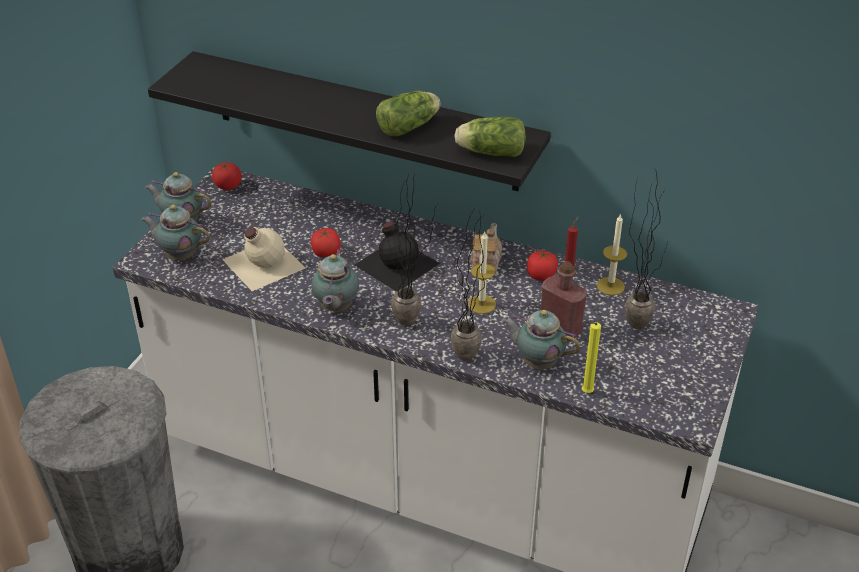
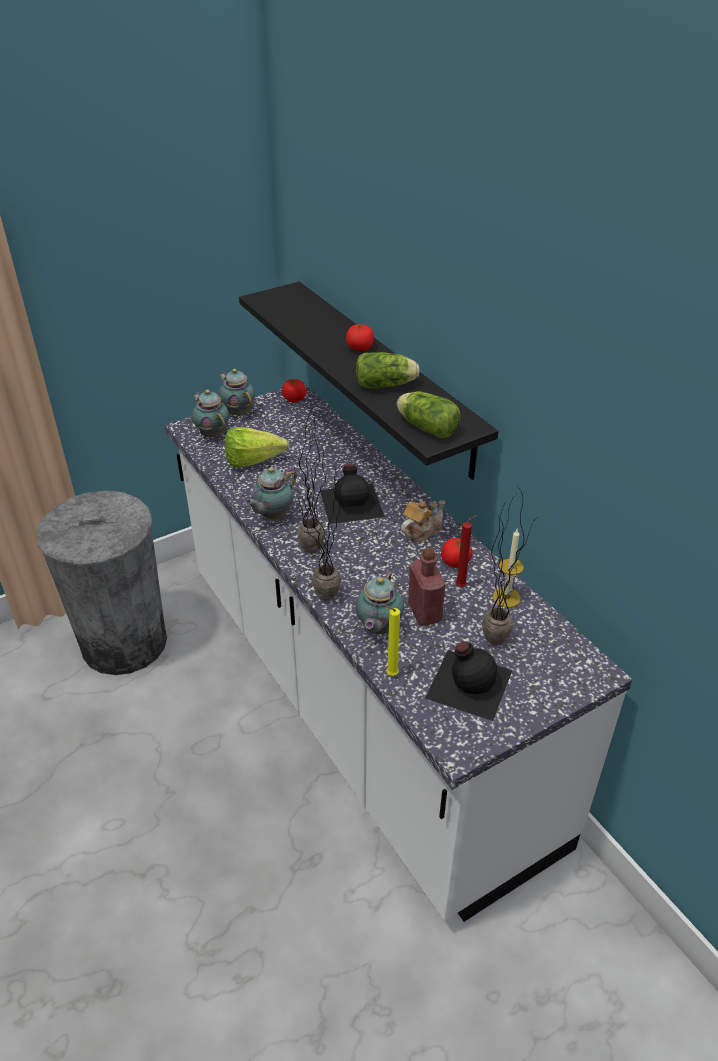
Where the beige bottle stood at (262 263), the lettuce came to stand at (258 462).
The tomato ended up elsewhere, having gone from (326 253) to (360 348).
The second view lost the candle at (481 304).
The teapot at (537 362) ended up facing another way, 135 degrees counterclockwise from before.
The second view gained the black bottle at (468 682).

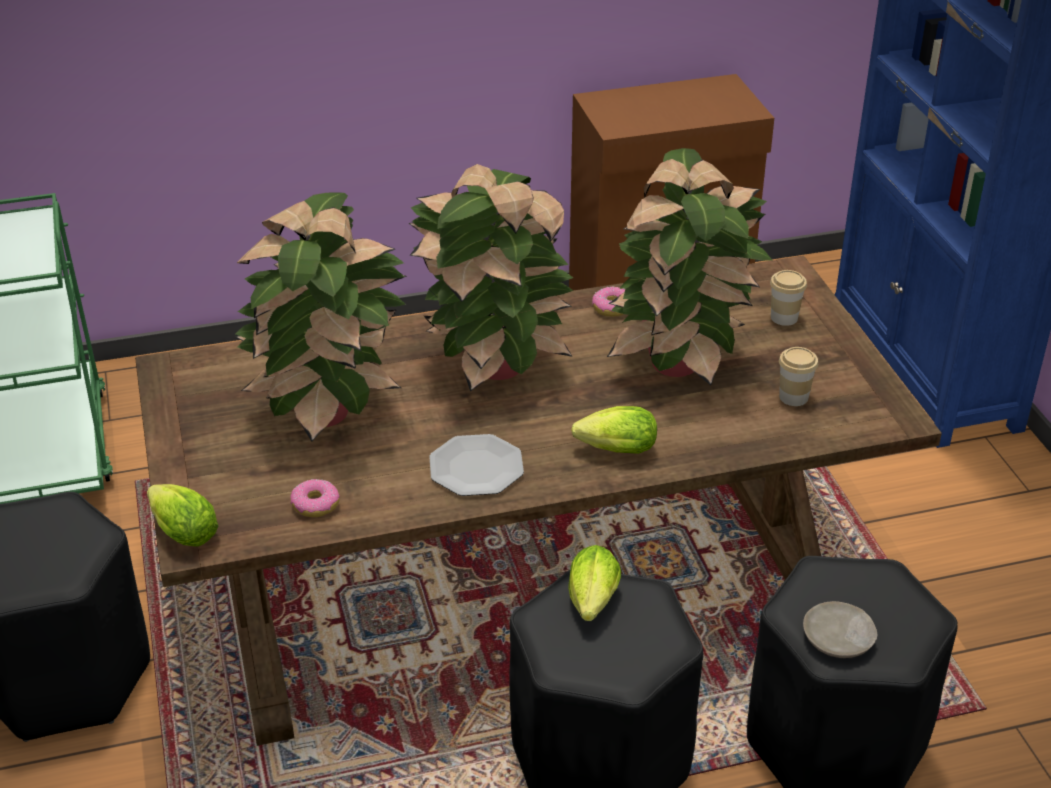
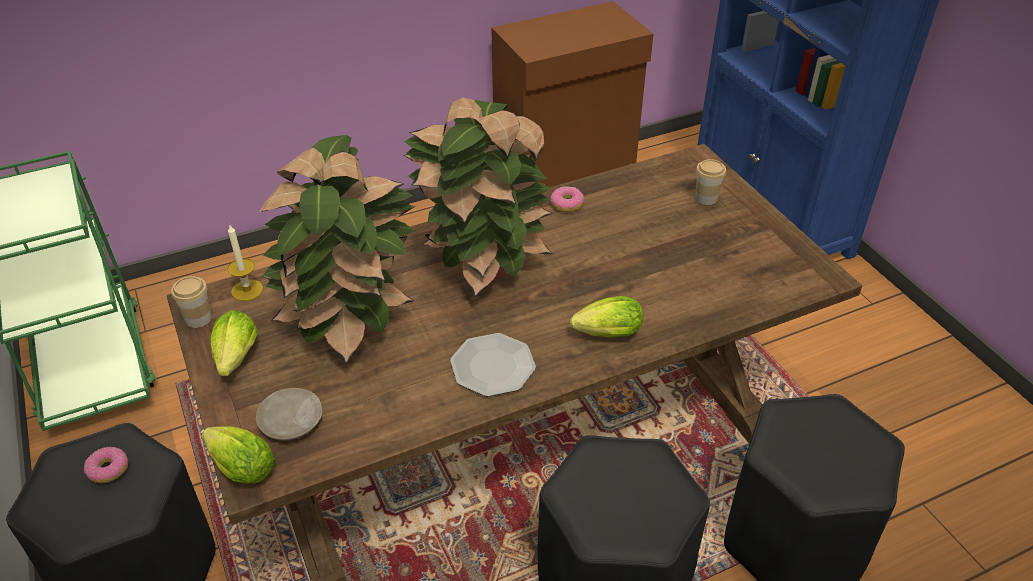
The donut ended up elsewhere, having gone from (315 505) to (108 470).
The lettuce ended up elsewhere, having gone from (592 605) to (236 361).
The second view lost the potted plant at (680 361).
The cup ended up elsewhere, having gone from (793 397) to (198 319).
The beige plate ended up elsewhere, having gone from (838 639) to (291 422).
The second view gained the candle at (247 290).

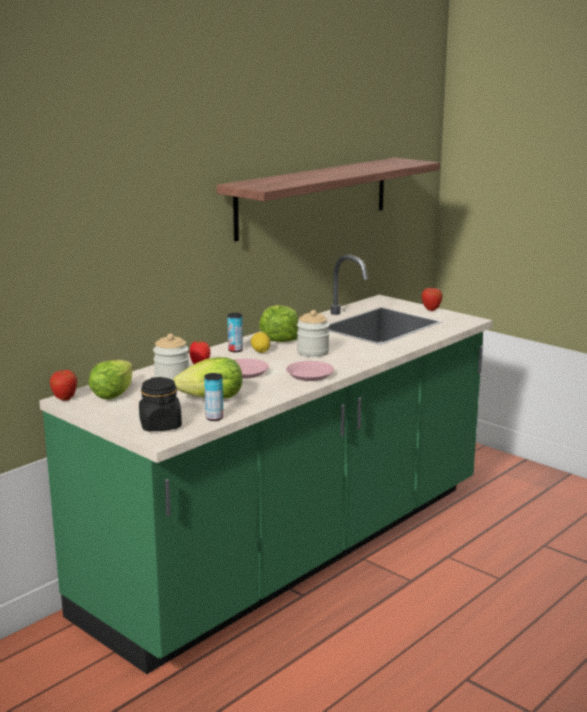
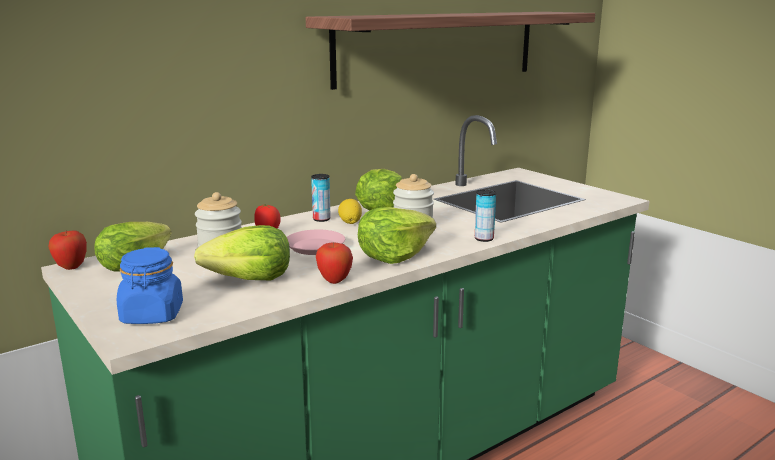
What was the black jar at (160 425) turned into the blue jar at (152 315).
The can ended up elsewhere, having gone from (214 418) to (484 239).
Where the pink plate stood at (309 375), the lettuce came to stand at (394 255).
The apple ended up elsewhere, having gone from (431 309) to (334 281).

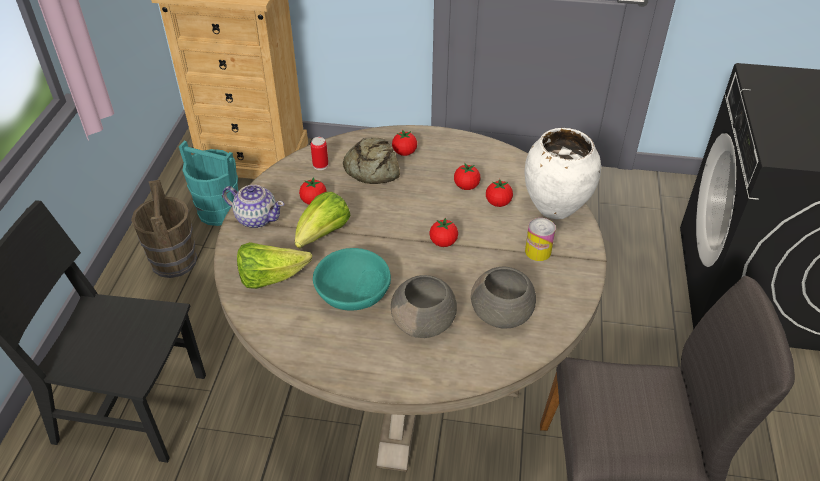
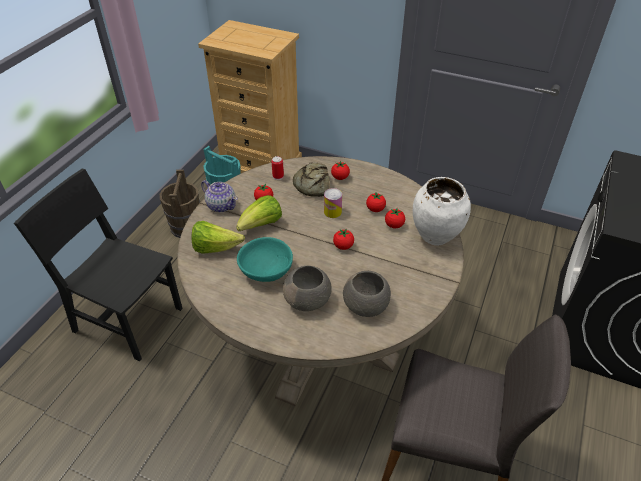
The can ended up elsewhere, having gone from (538 251) to (332 212).

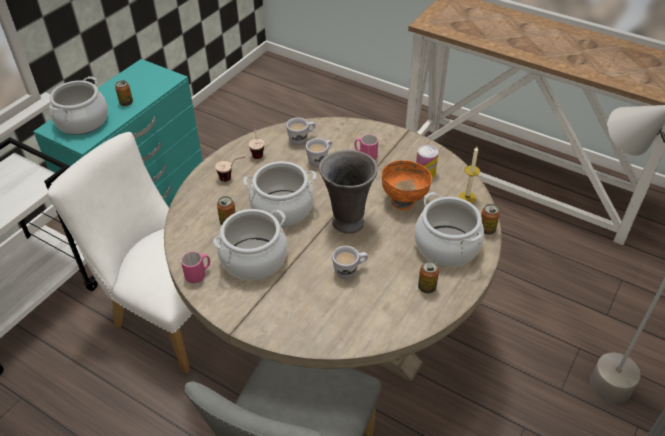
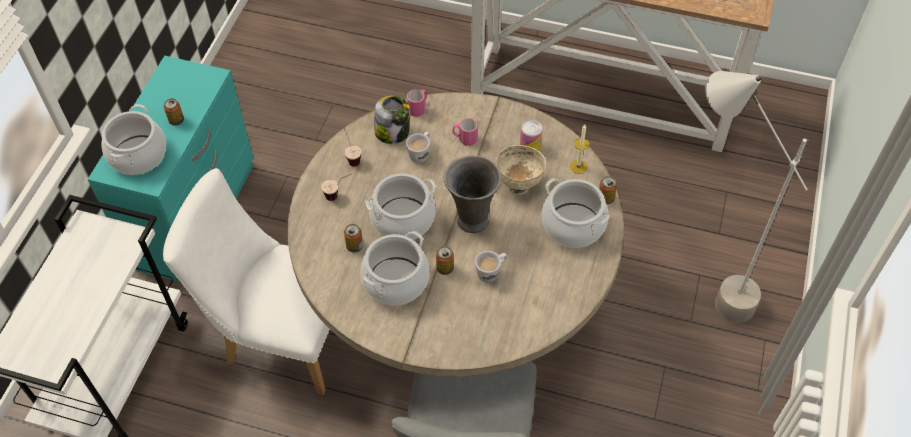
The pink mug ended up elsewhere, having gone from (198 274) to (418 108).
Where the white mug stood at (302 139), the jar came to stand at (393 132).
What was the orange bowl at (404 201) turned into the beige bowl at (519 184).
The can ended up elsewhere, having gone from (427 287) to (445 268).

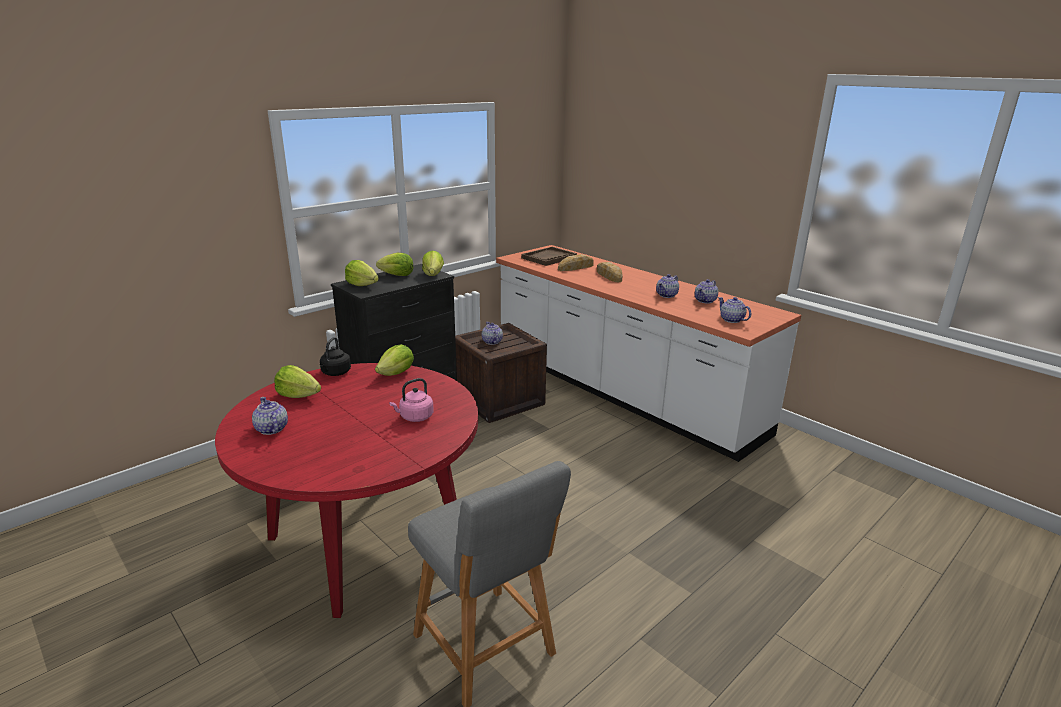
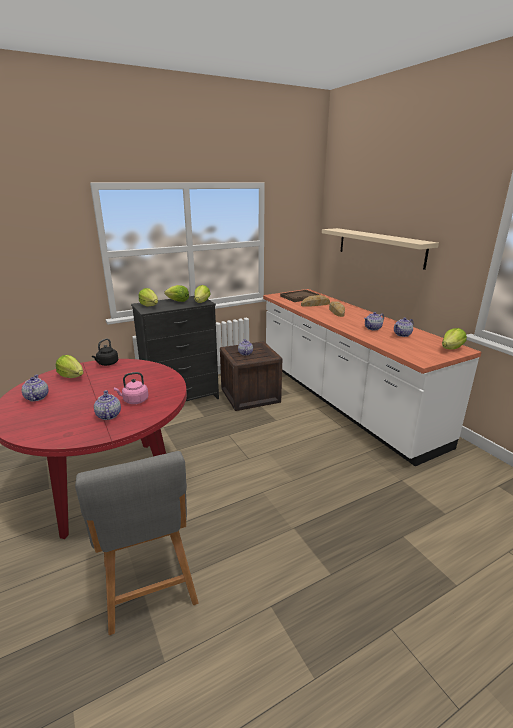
The lettuce ended up elsewhere, having gone from (397 373) to (451 348).
The teapot ended up elsewhere, having gone from (732 320) to (108 415).
The second view gained the beige shelf at (379 247).

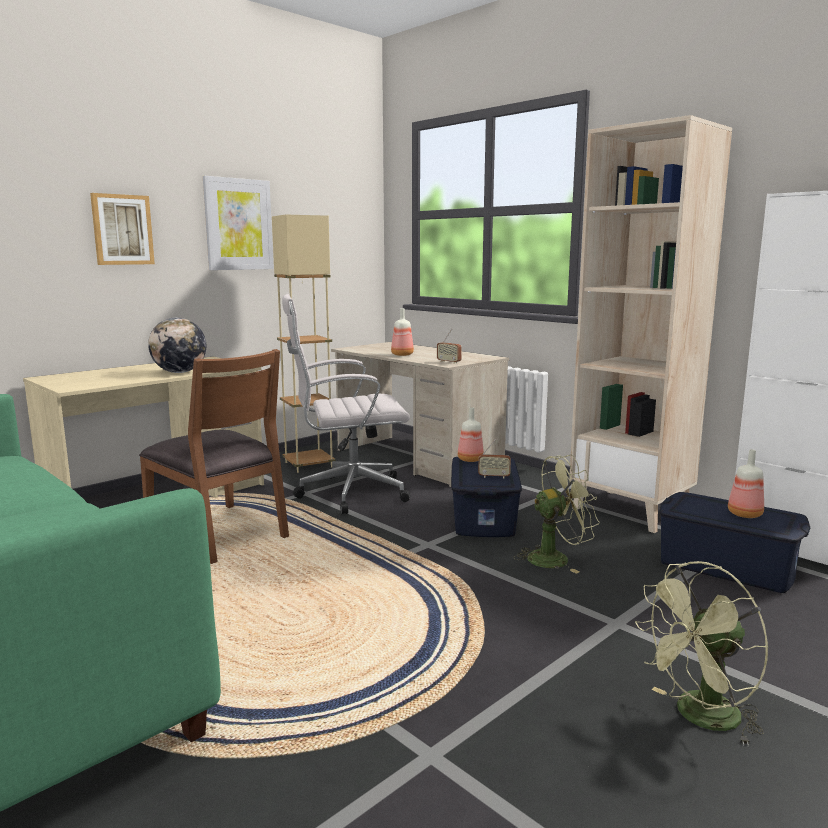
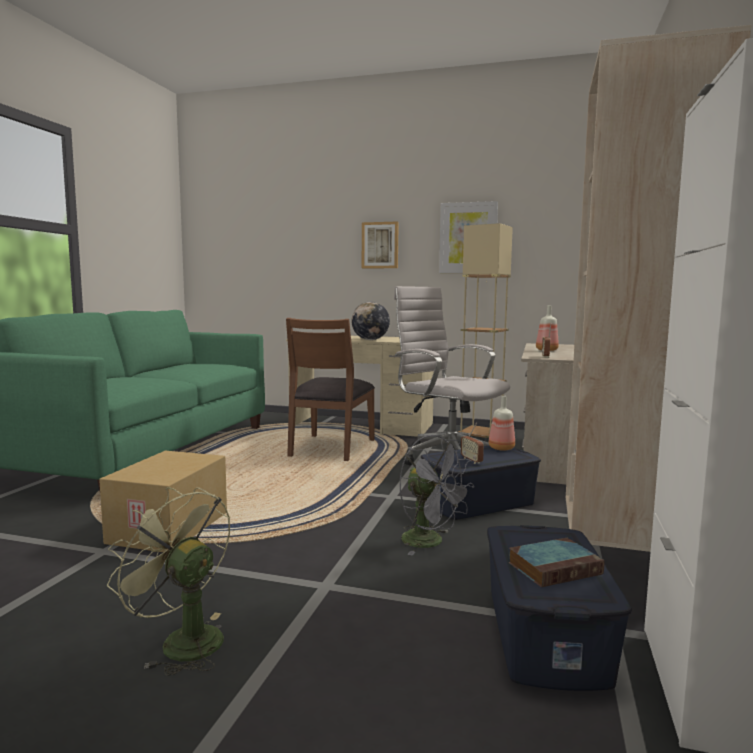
What was the green fan at (555 558) turned into the grey fan at (430 542).
Where the bottle stood at (743 514), the book came to stand at (555 567).
The second view gained the cardboard box at (170 528).

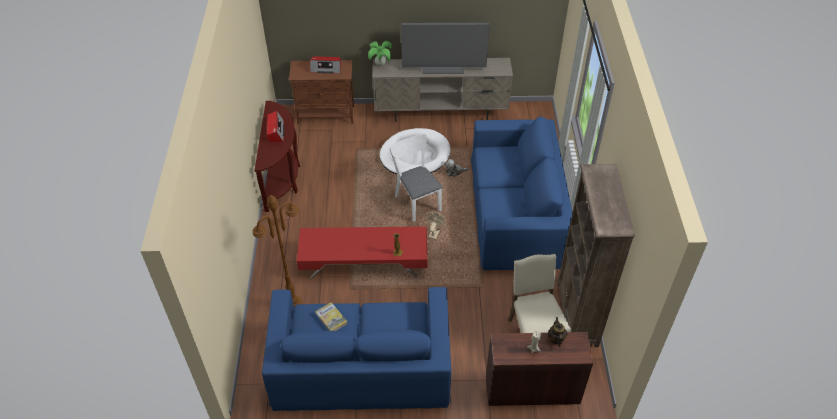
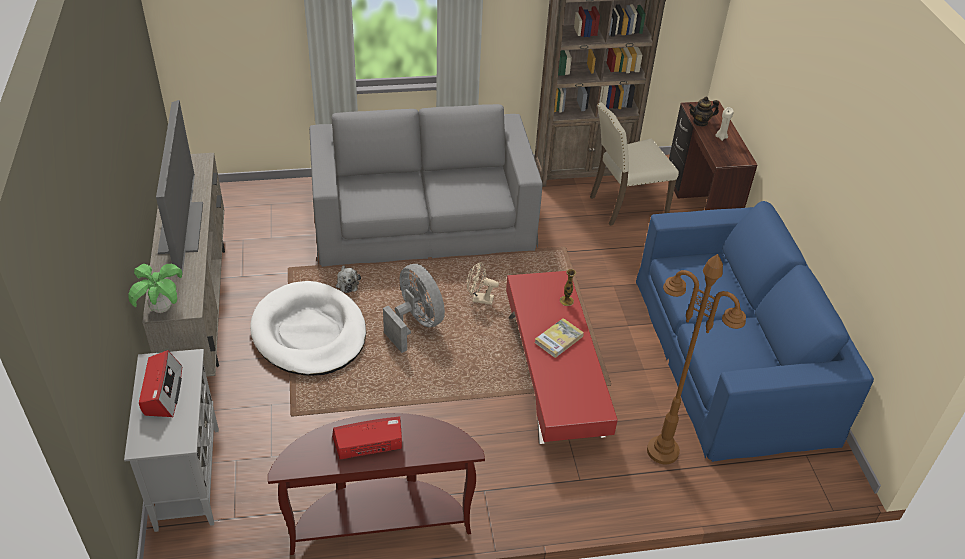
What was the brown cabinet at (326 115) turned into the grey cabinet at (187 477).
The book ended up elsewhere, having gone from (331 318) to (558 339).
Where the white chair stood at (416 200), the grey fan came to stand at (415 324).
What was the blue sofa at (517 211) turned into the grey sofa at (423 219).

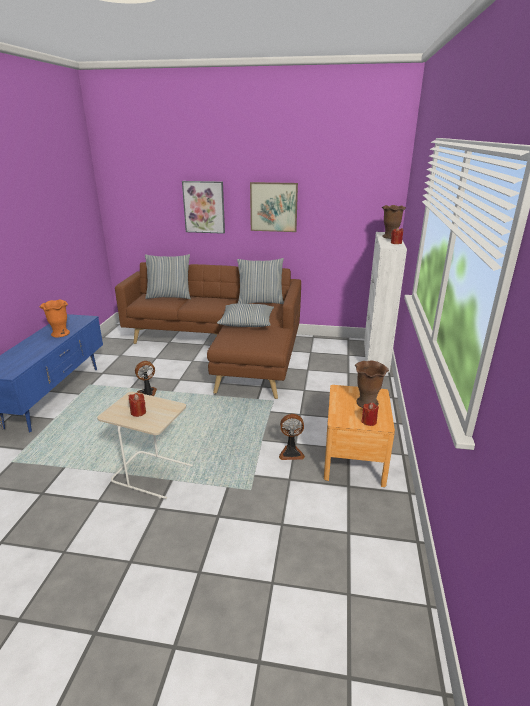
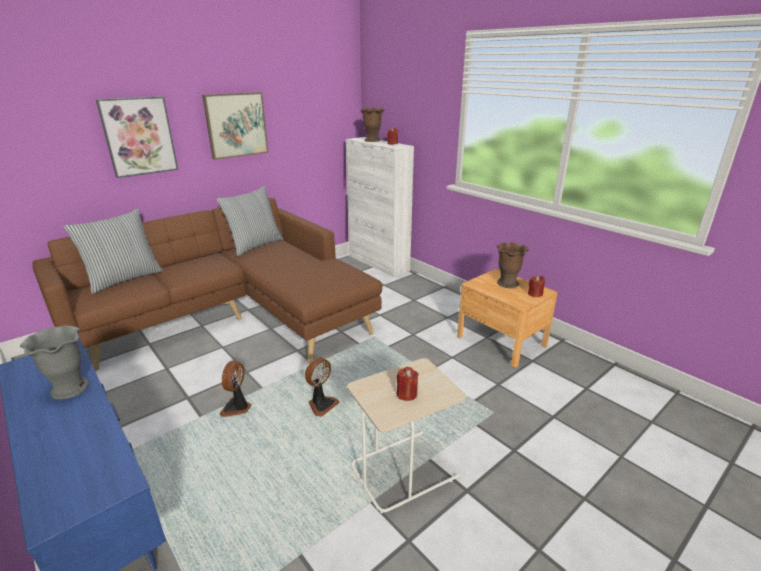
What was the orange vase at (60 334) turned into the grey vase at (70 389).
The second view lost the pillow at (246 322).
The fan ended up elsewhere, having gone from (291 453) to (321 404).

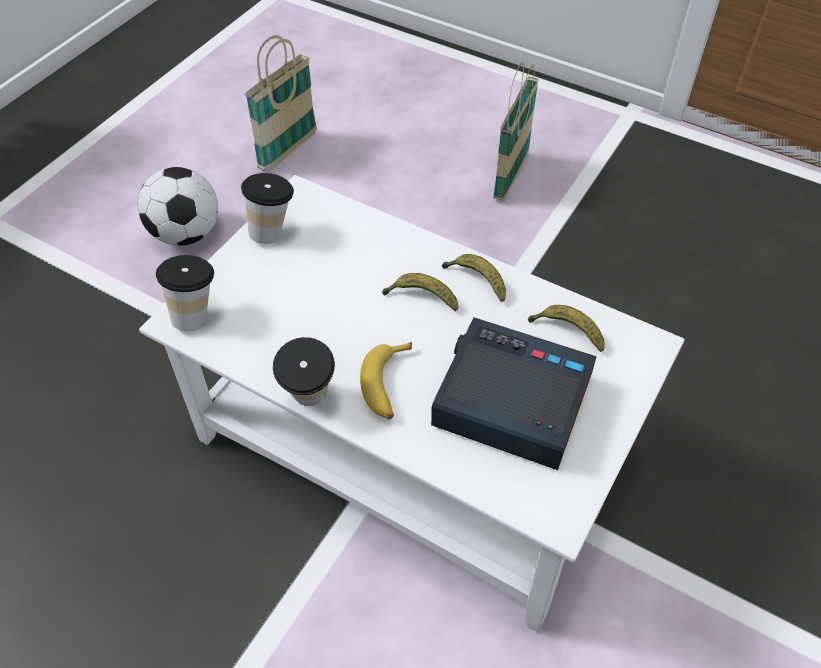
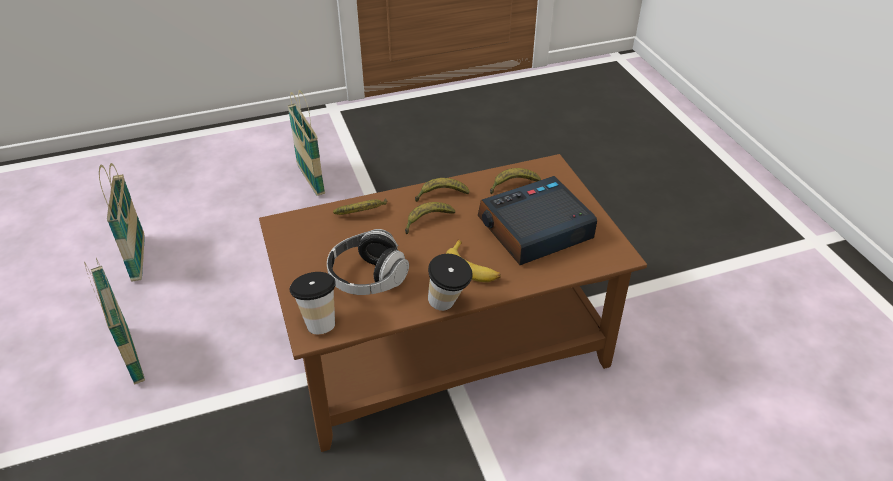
Where the football stood at (186 234), the basket came to stand at (132 356).
What was the white coffee table at (406 449) turned into the brown coffee table at (444 349).
The second view lost the cup at (273 231).
The second view gained the headphones at (367 277).
The second view gained the banana at (363 213).

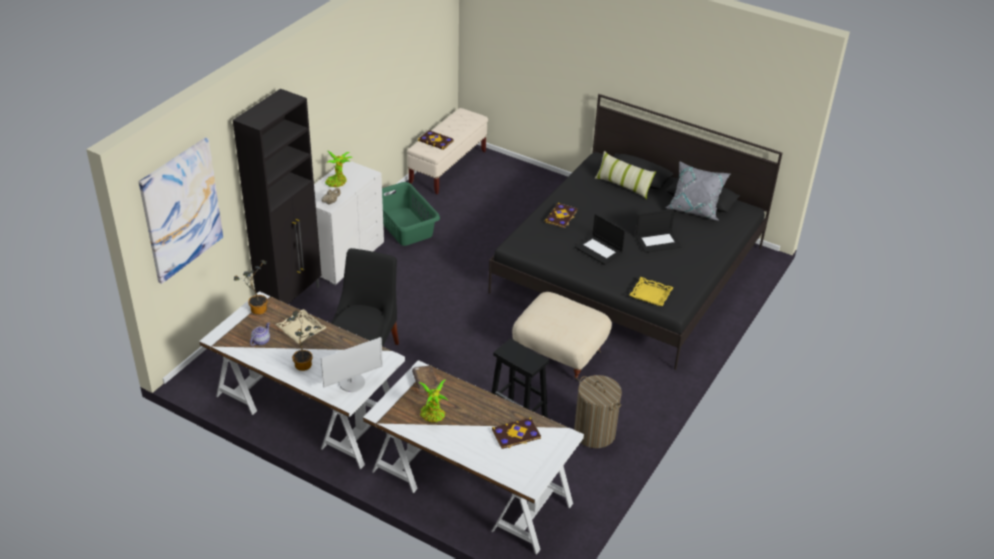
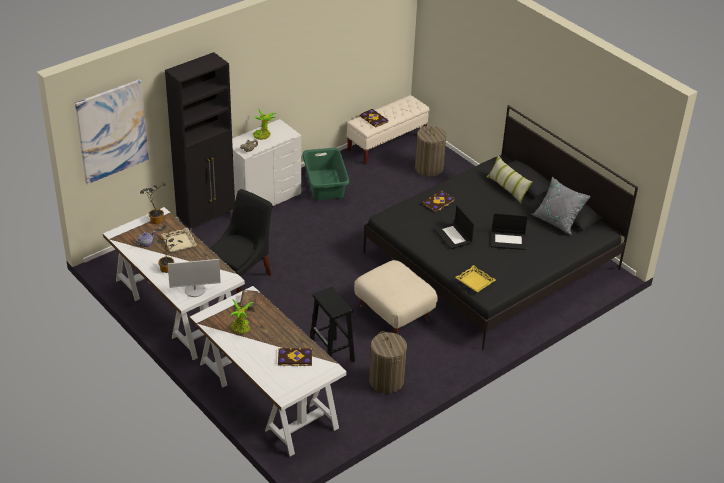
The second view gained the laundry basket at (429 168).

